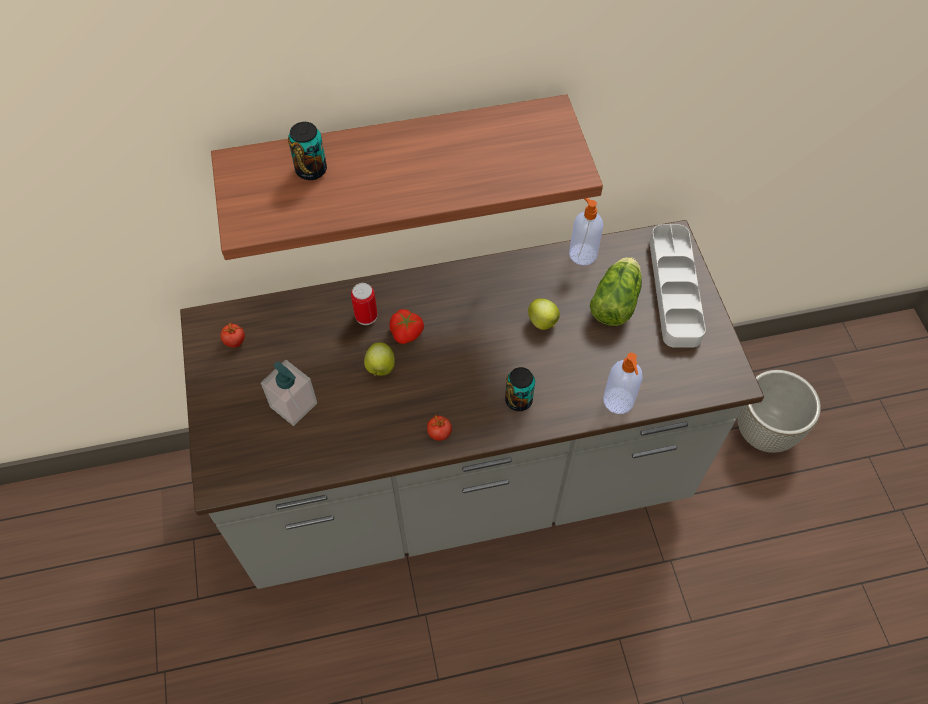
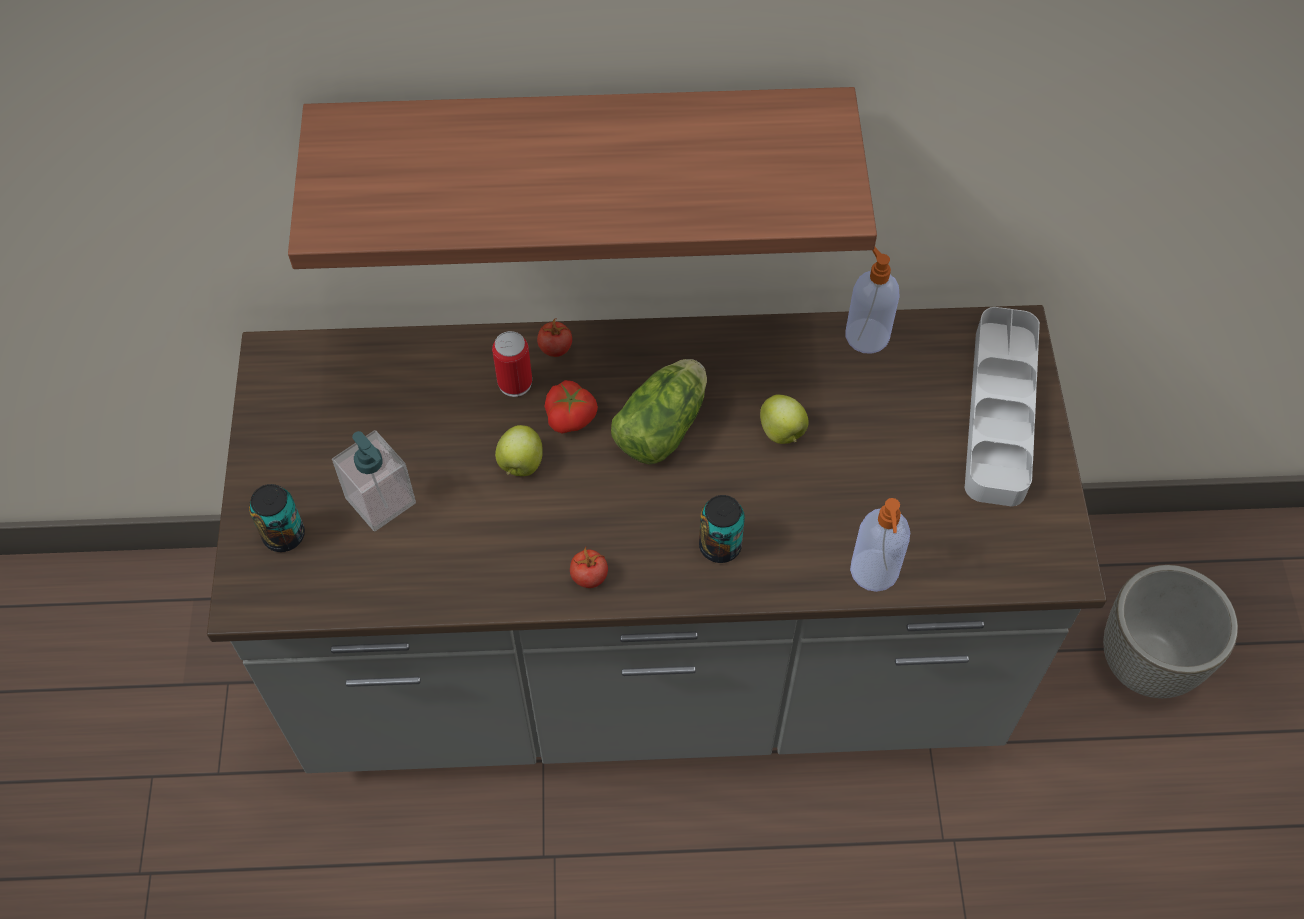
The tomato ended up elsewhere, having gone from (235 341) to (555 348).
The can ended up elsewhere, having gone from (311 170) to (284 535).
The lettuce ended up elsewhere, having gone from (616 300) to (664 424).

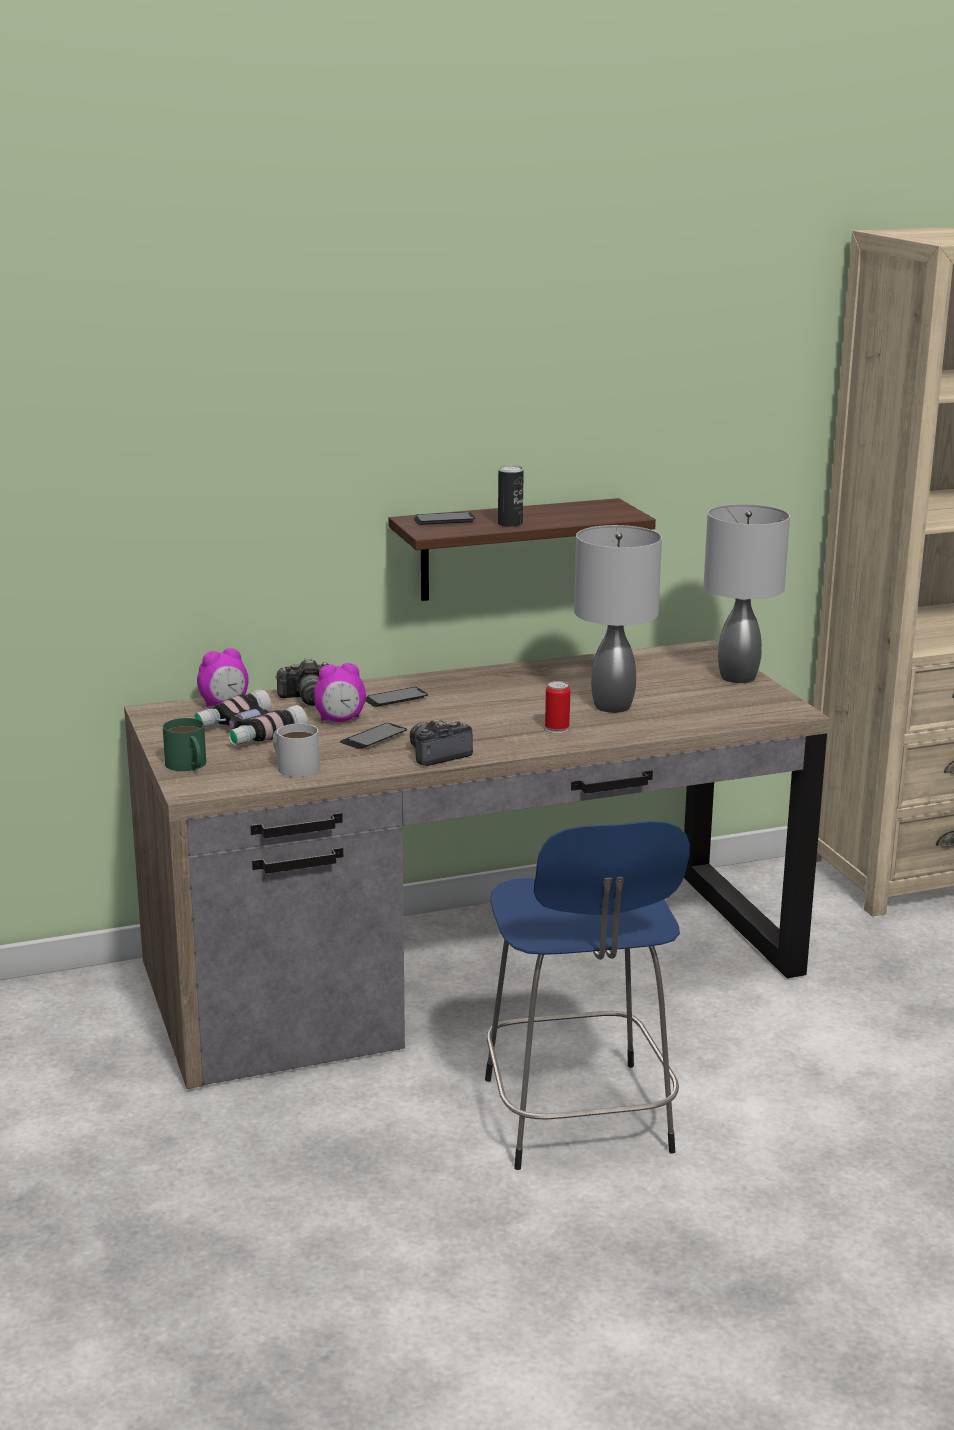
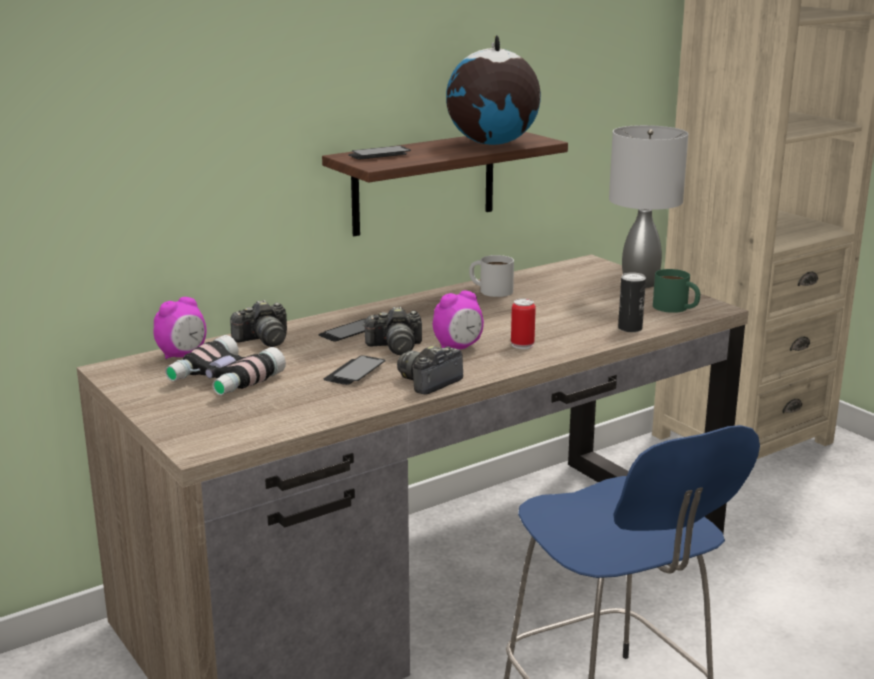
The green mug ended up elsewhere, having gone from (189 766) to (676 308).
The white mug ended up elsewhere, having gone from (293 766) to (490 290).
The alarm clock ended up elsewhere, having gone from (340 720) to (458 347).
The can ended up elsewhere, having gone from (510 524) to (630 328).
The second view lost the grey table lamp at (613 706).
The second view gained the photo camera at (395 347).
The second view gained the globe at (492 144).

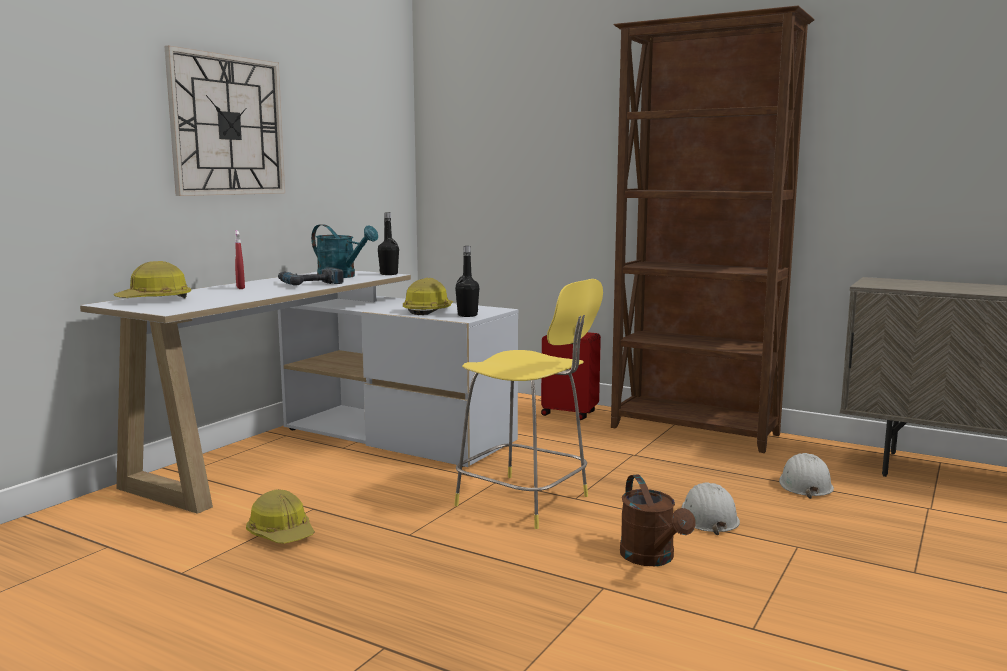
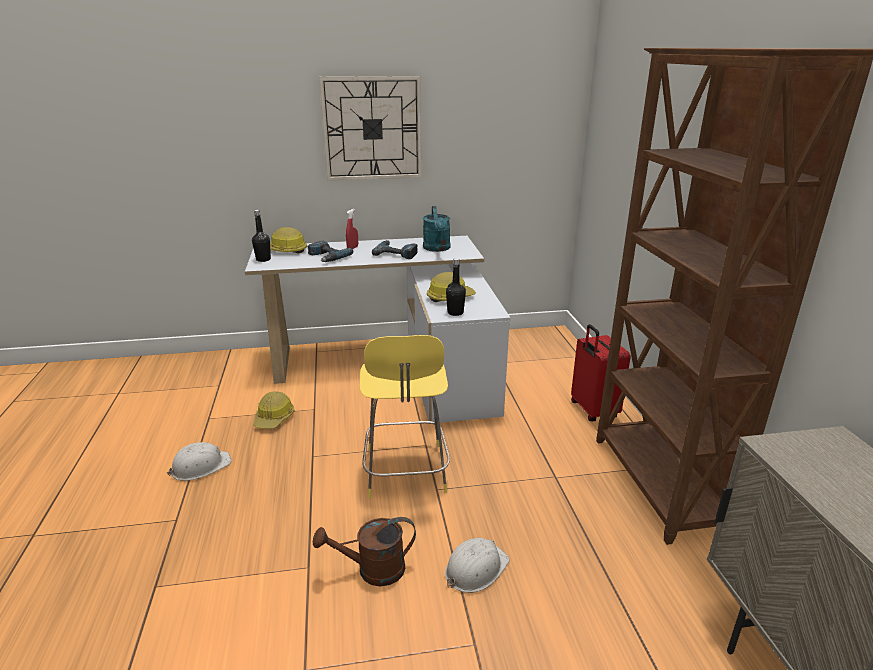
The black bottle ended up elsewhere, having gone from (389 274) to (263 259).
The brown watering can at (652 558) ended up facing another way, 45 degrees clockwise from before.
The white hard hat ended up elsewhere, having gone from (804 485) to (200 466).
The second view gained the power drill at (326 257).

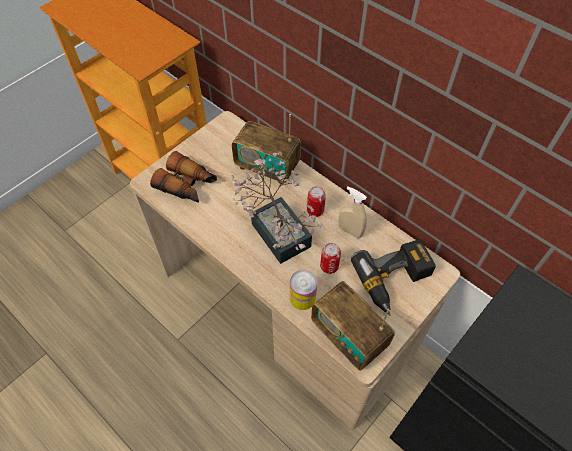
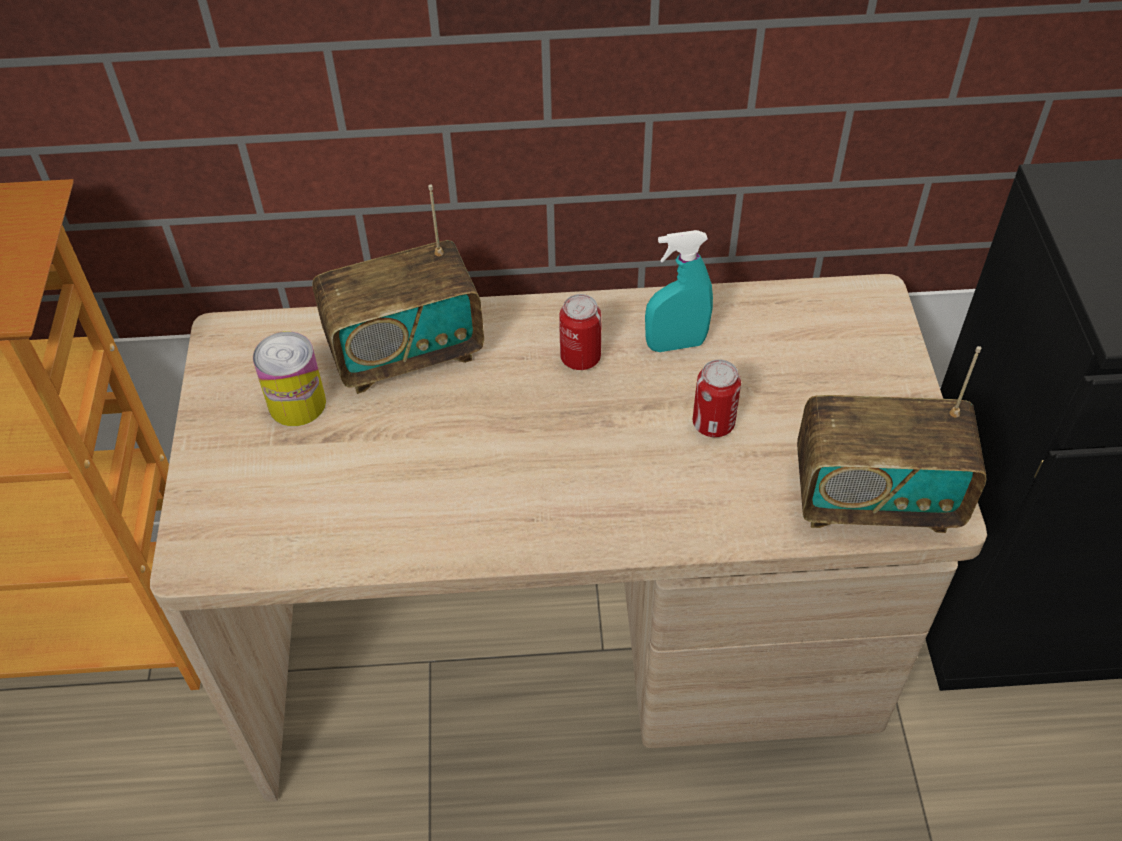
The second view lost the binoculars at (187 185).
The second view lost the potted plant at (277 229).
The can ended up elsewhere, having gone from (302 298) to (297 404).
What was the beige spray bottle at (350 231) turned into the turquoise spray bottle at (675 344).
The second view lost the power drill at (395 281).

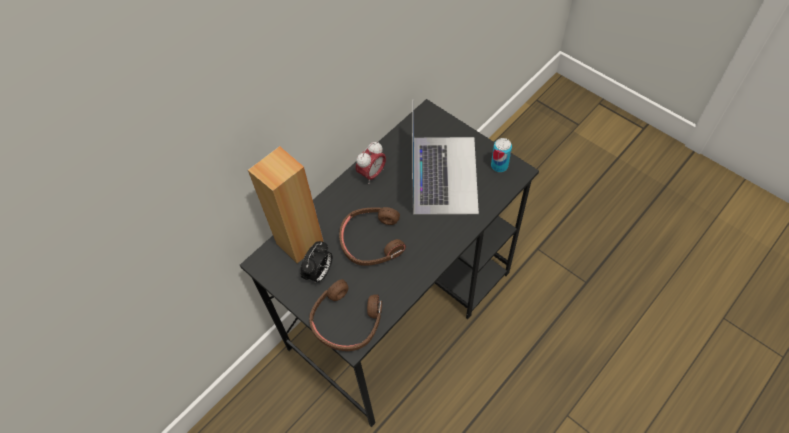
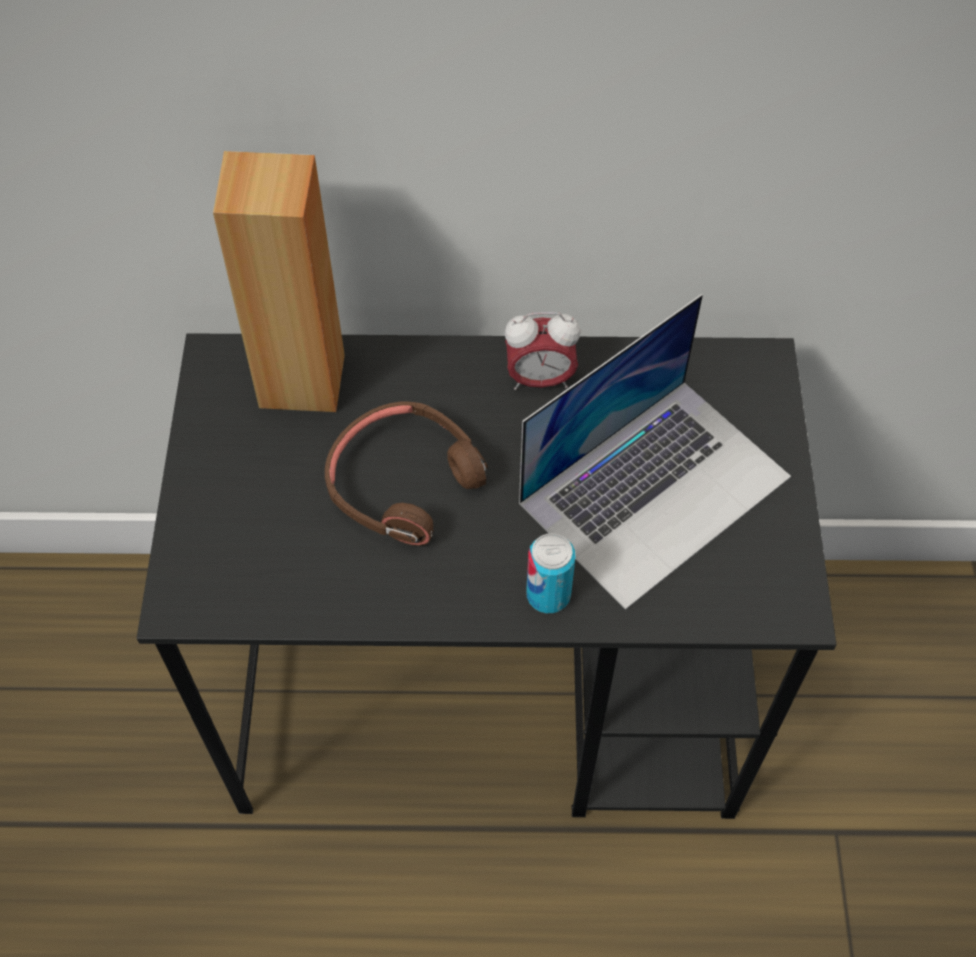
The second view lost the alarm clock at (319 273).
The second view lost the brown headphones at (346 321).
The can ended up elsewhere, having gone from (499 166) to (548 595).

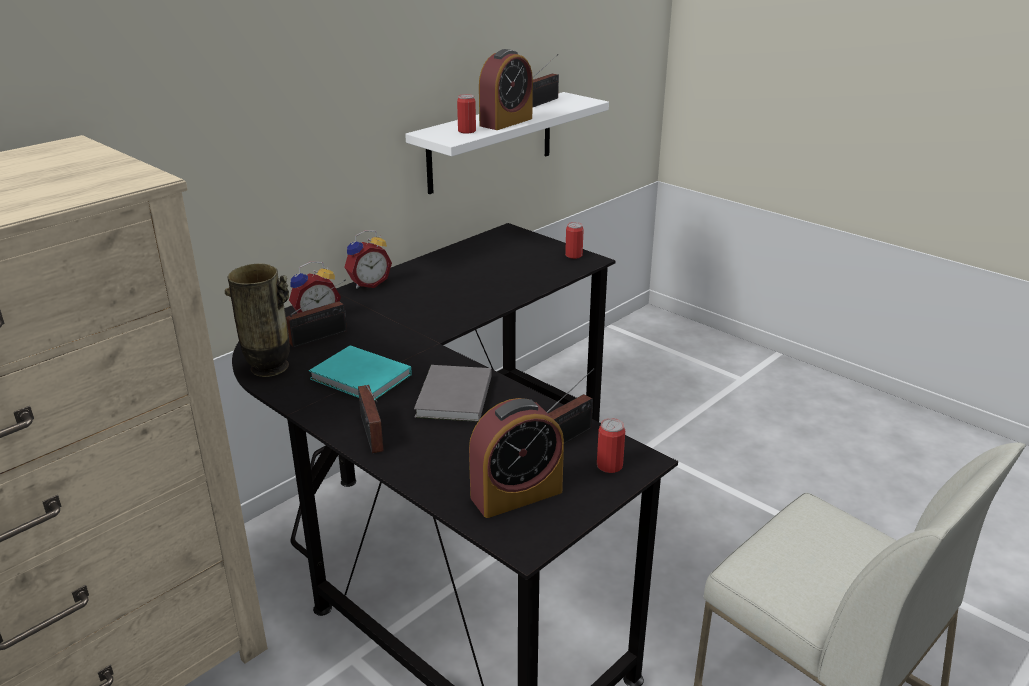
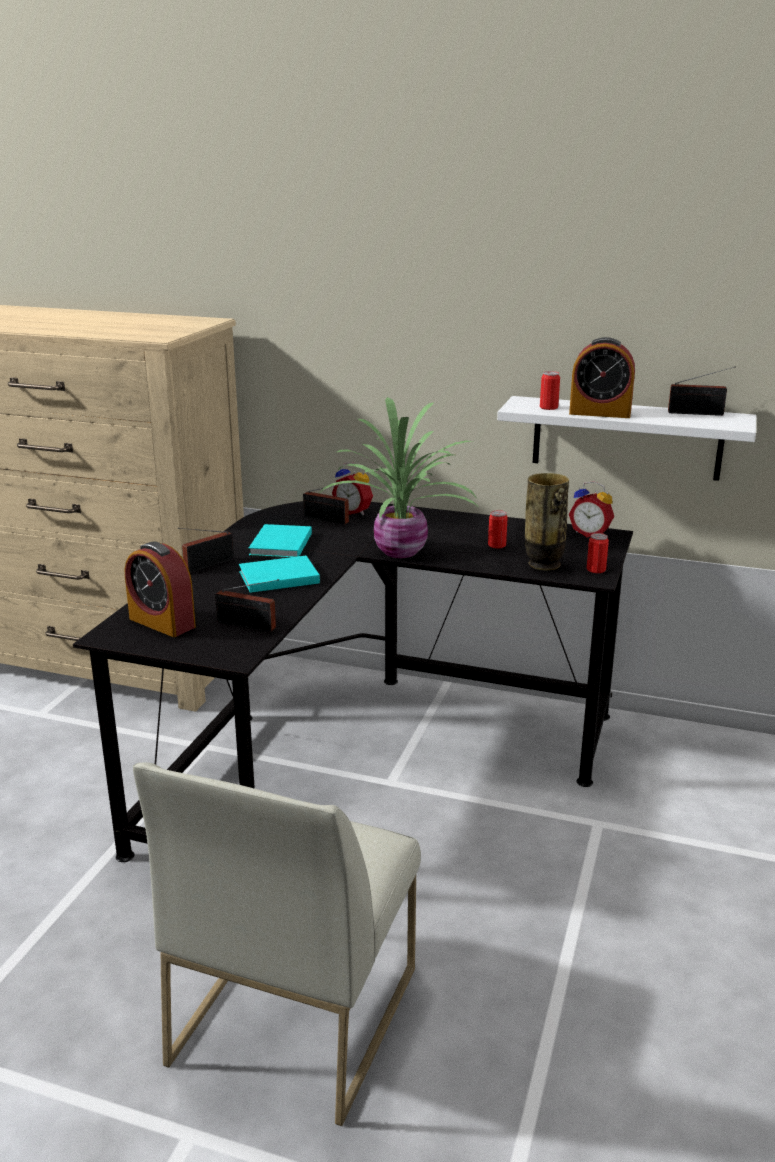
The vase ended up elsewhere, having gone from (269 368) to (543 565).
The alarm clock ended up elsewhere, having gone from (368 283) to (590 533).
What was the grey book at (452 398) turned into the turquoise book at (276 577).
The can ended up elsewhere, having gone from (609 466) to (497 545).
The second view gained the potted plant at (403 551).

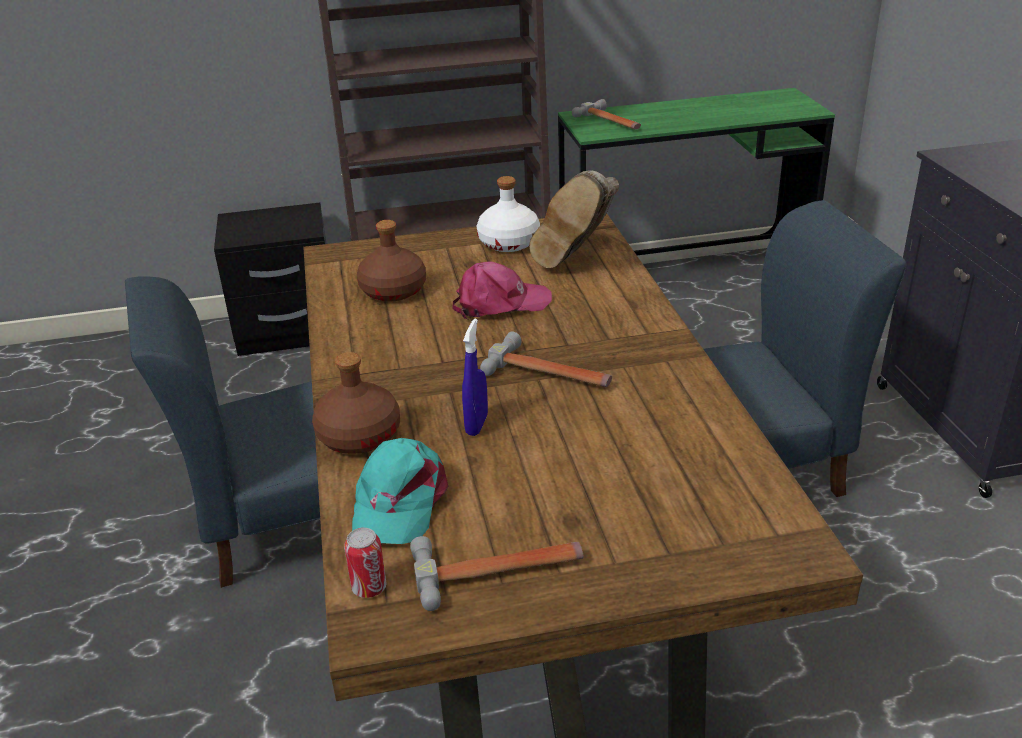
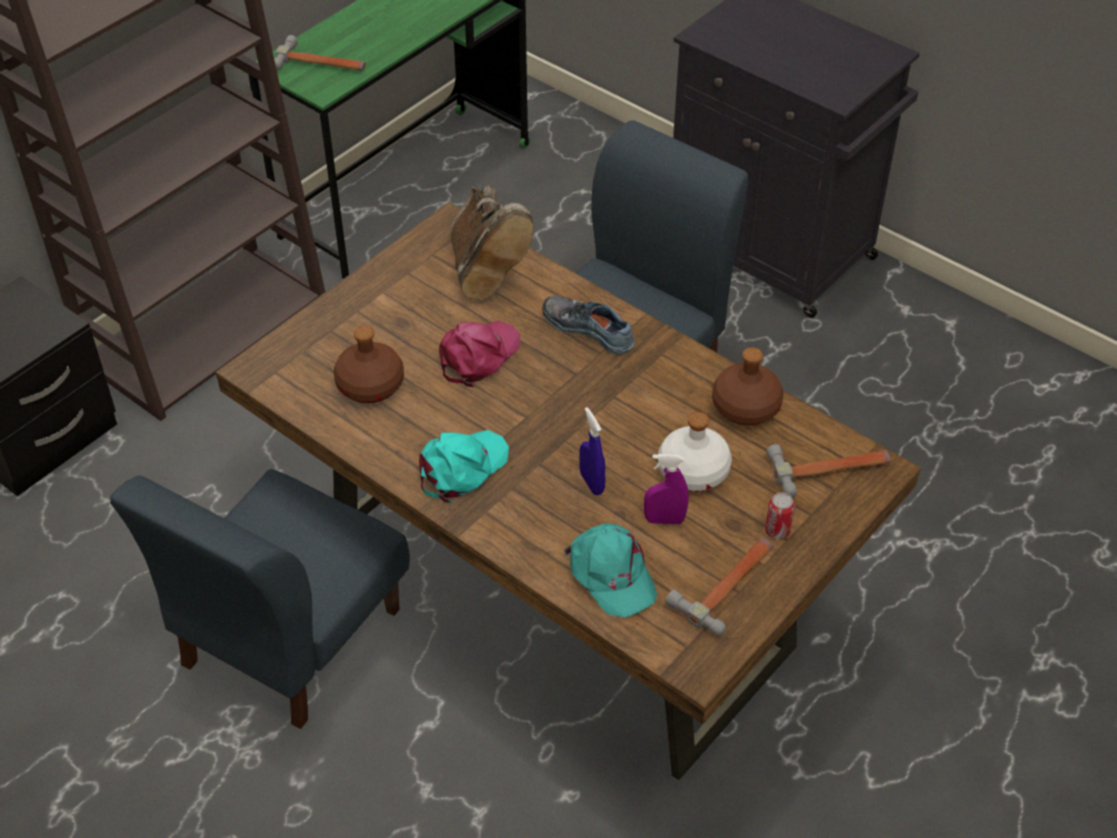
The brown bottle ended up elsewhere, having gone from (358 435) to (745 406).
The can ended up elsewhere, having gone from (369 588) to (777 531).
The white bottle ended up elsewhere, having gone from (508 243) to (693 472).
The hammer ended up elsewhere, having gone from (549 374) to (830 470).
The second view gained the turquoise cap at (461 468).
The second view gained the shoe at (590 329).
The second view gained the purple spray bottle at (664 520).

